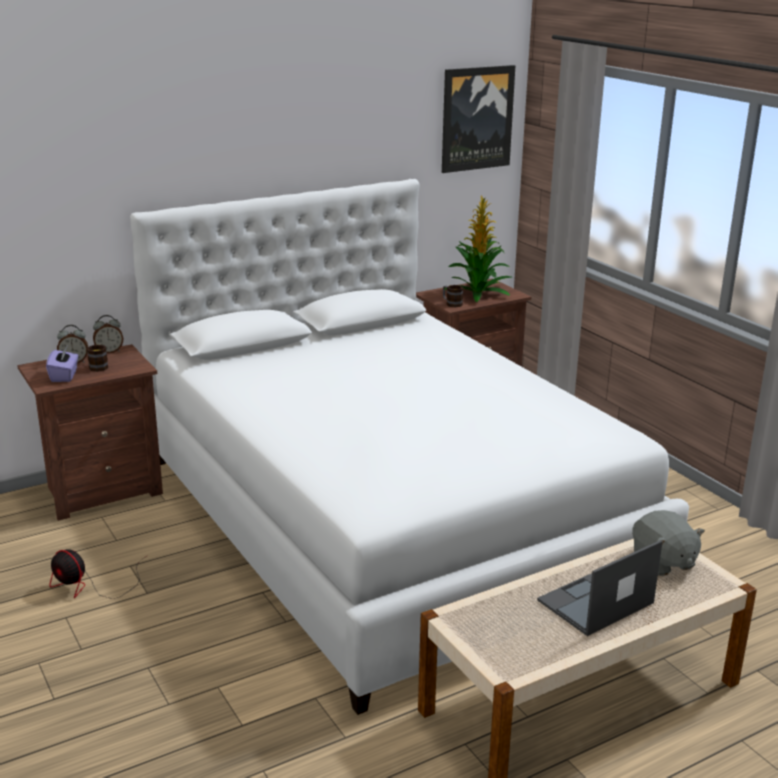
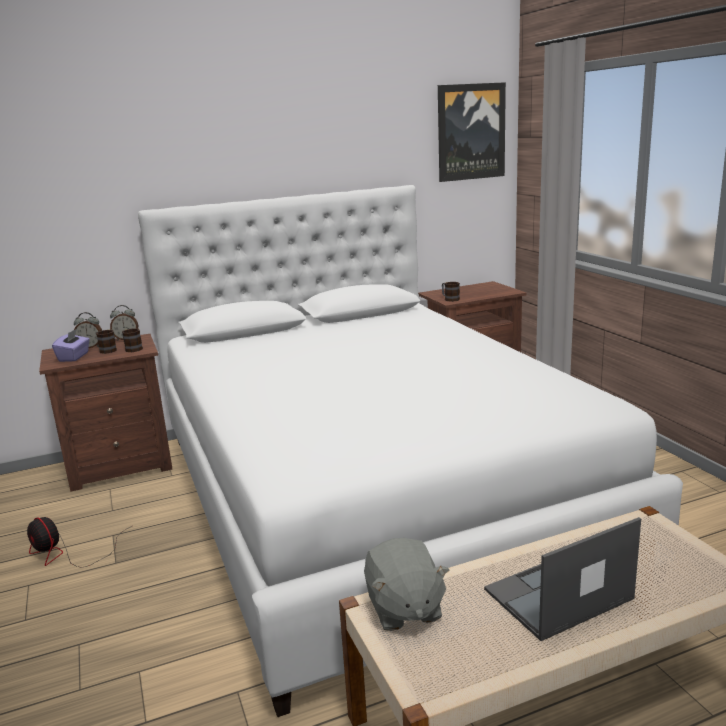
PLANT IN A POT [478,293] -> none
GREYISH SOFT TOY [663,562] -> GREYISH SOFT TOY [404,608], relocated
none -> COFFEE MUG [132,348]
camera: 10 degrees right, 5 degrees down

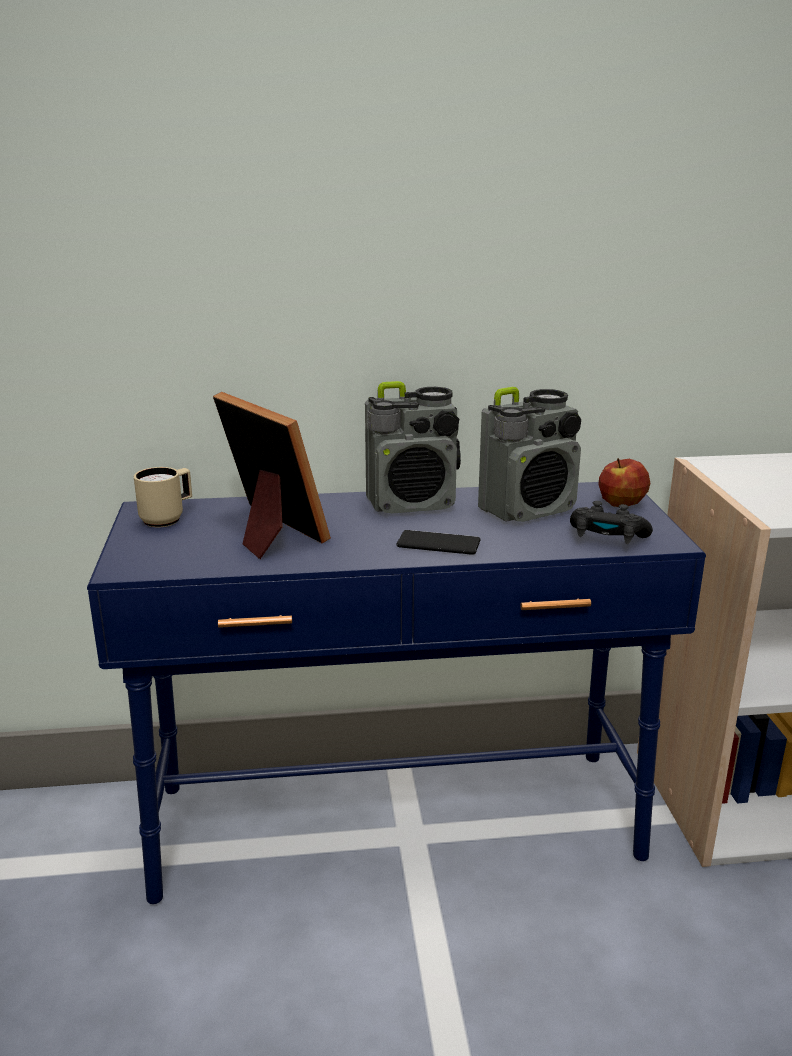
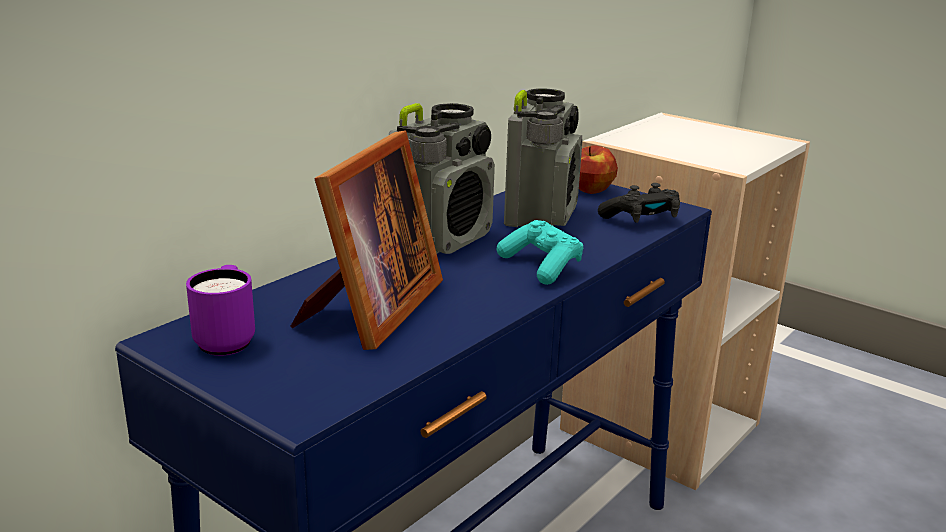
STANDING FRAME [268,531] -> STANDING FRAME [370,311], 105 degrees clockwise
SAND-COLOURED COFFEE MUG [168,519] -> PURPLE COFFEE MUG [227,339]
TELEPHONE [438,544] -> TURQUOISE GAMEPAD [541,266]
camera: 45 degrees left, 0 degrees up

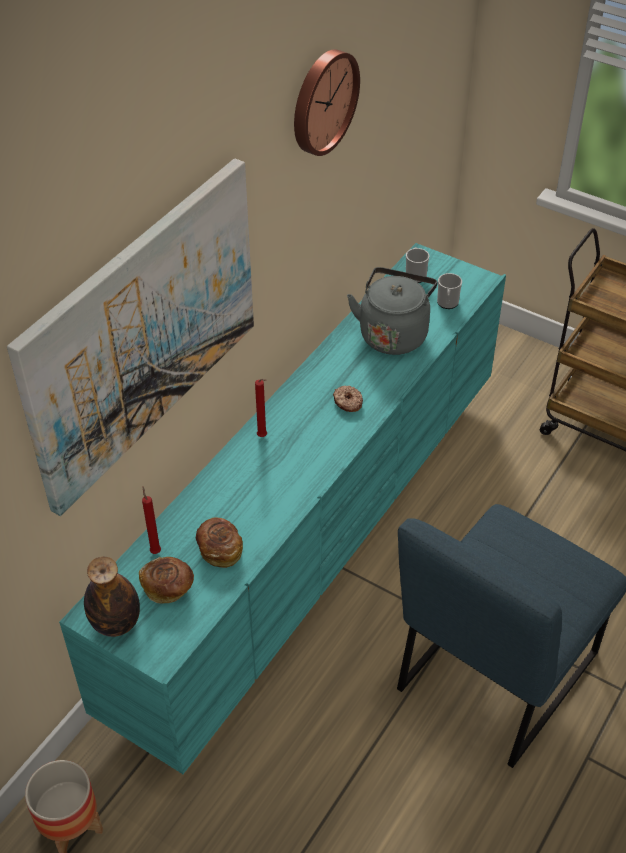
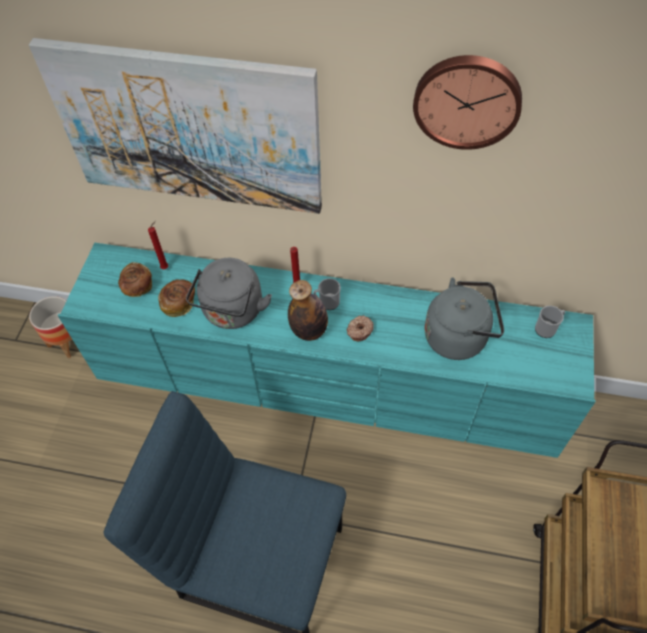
COFFEE MUG [447,304] -> COFFEE MUG [327,302], relocated
DRINK BOTTLE [116,623] -> DRINK BOTTLE [309,330], relocated
none -> GREYISH WATER KETTLE [232,312]
camera: 70 degrees right, 10 degrees up

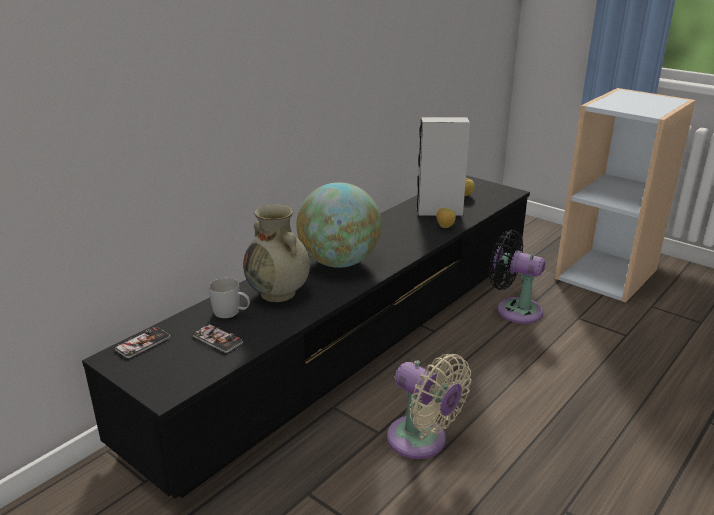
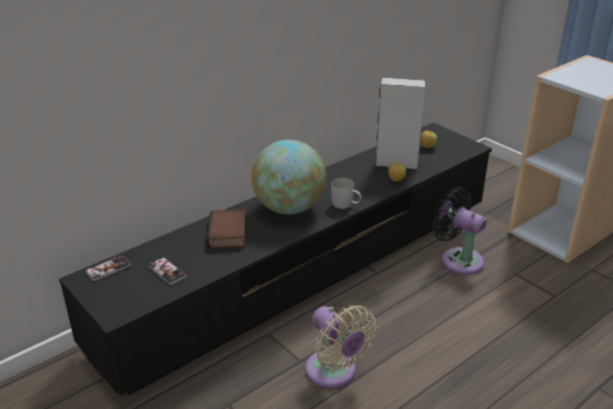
SAND-COLOURED DECORATIVE VASE [279,293] -> VOLUME [228,234]
WHITE-COLOURED COFFEE MUG [231,313] -> WHITE-COLOURED COFFEE MUG [346,205], relocated
camera: 10 degrees right, 5 degrees up

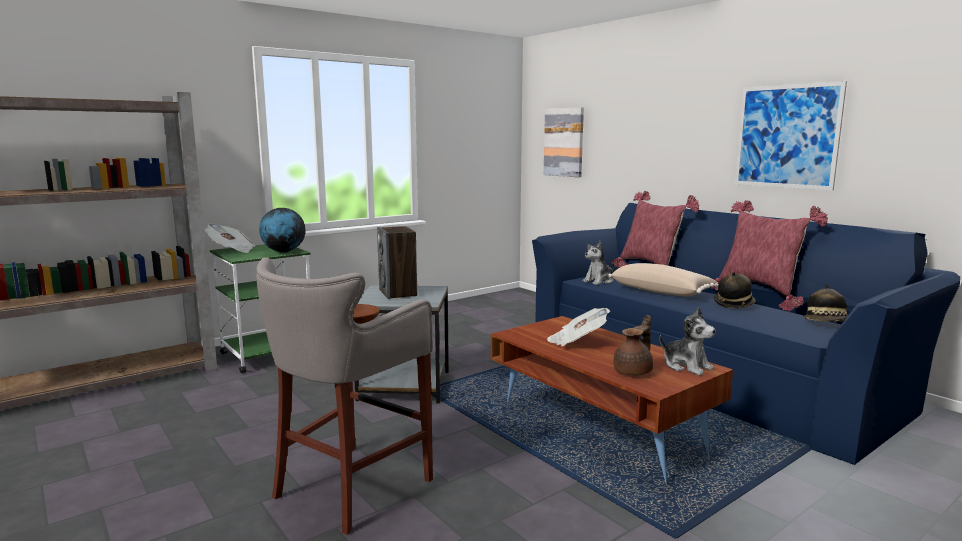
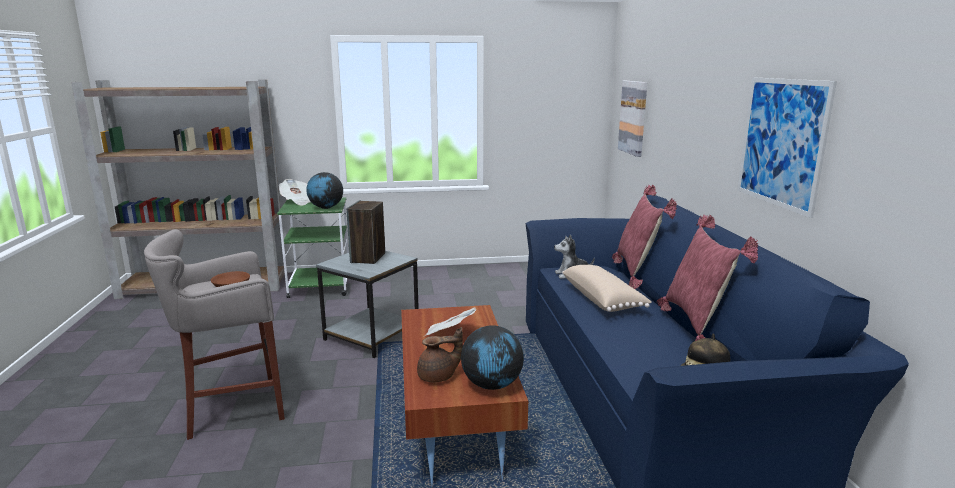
CLOTHING HAT [734,304] -> none
SOFT TOY [686,366] -> DESK GLOBE [492,385]
camera: 30 degrees right, 5 degrees up

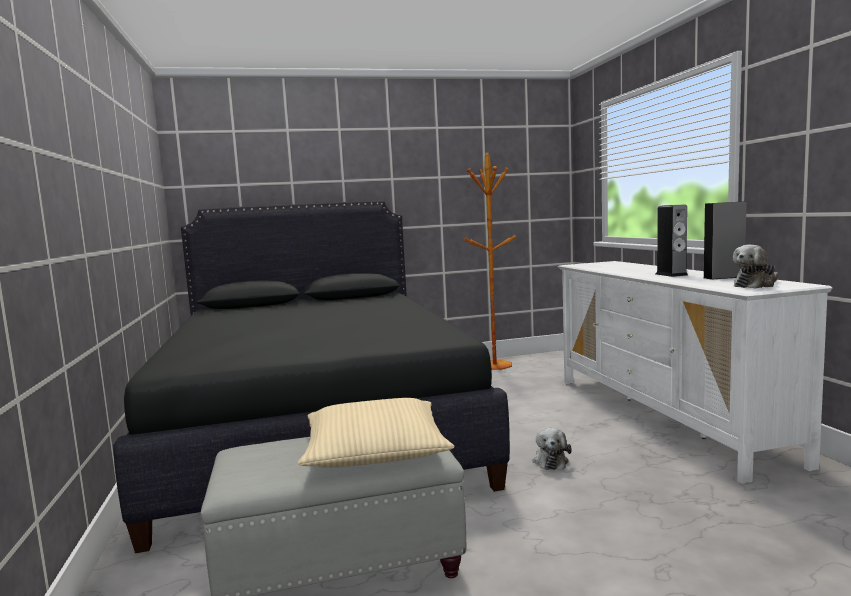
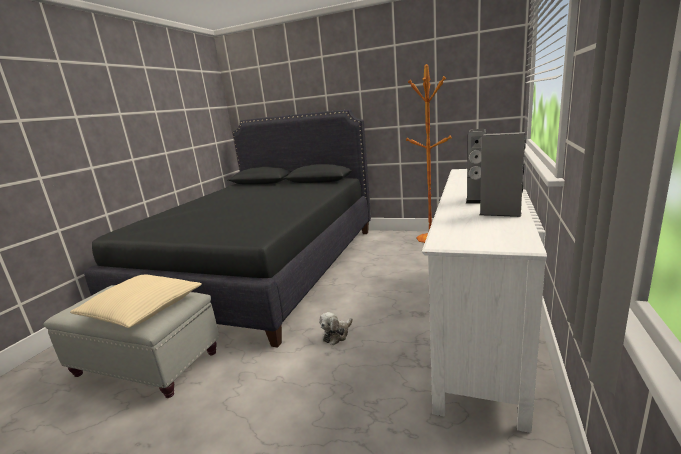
SOFT TOY [755,285] -> none
camera: 35 degrees right, 10 degrees up

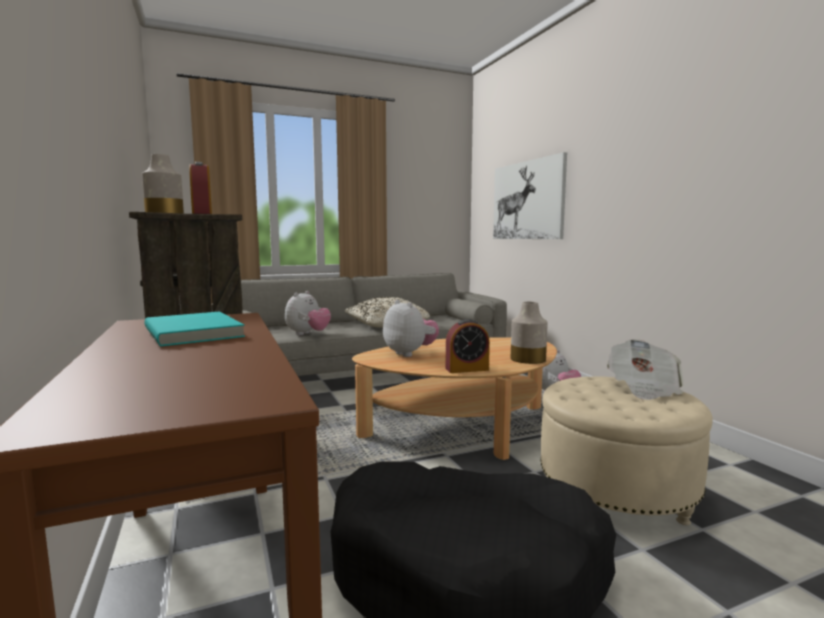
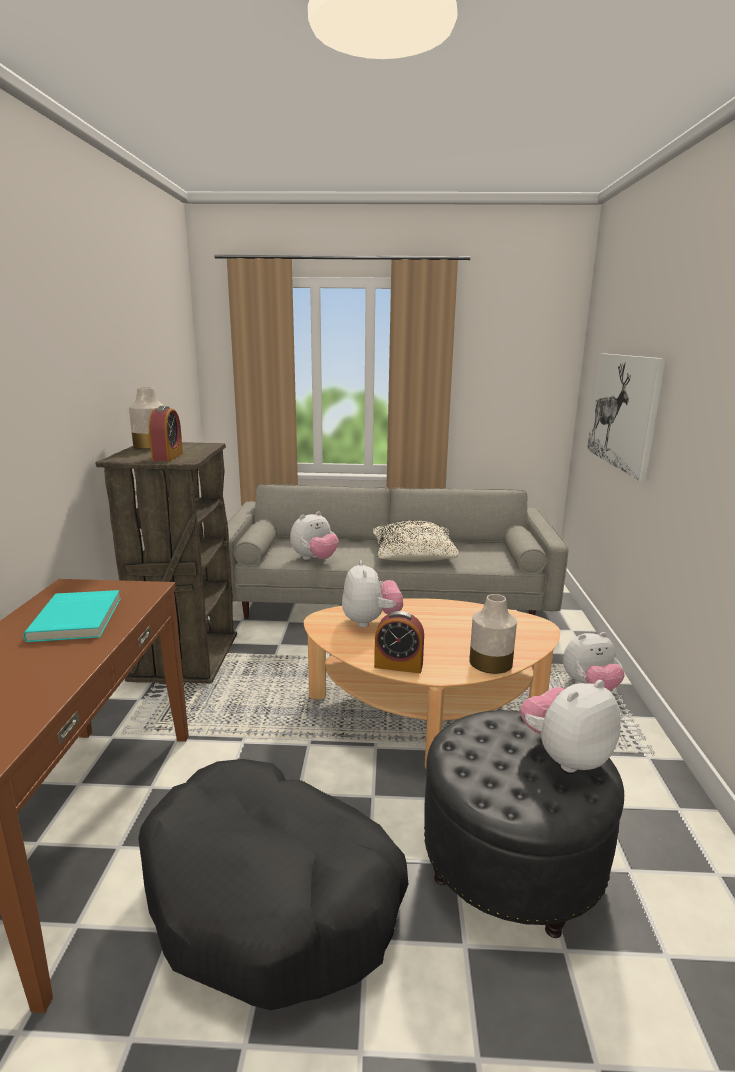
DAILY PAPER [643,388] -> SOFT TOY [565,756]
SAND-COLOURED FOOTREST [616,494] -> BLACK FOOTREST [511,863]
camera: 25 degrees right, 10 degrees up

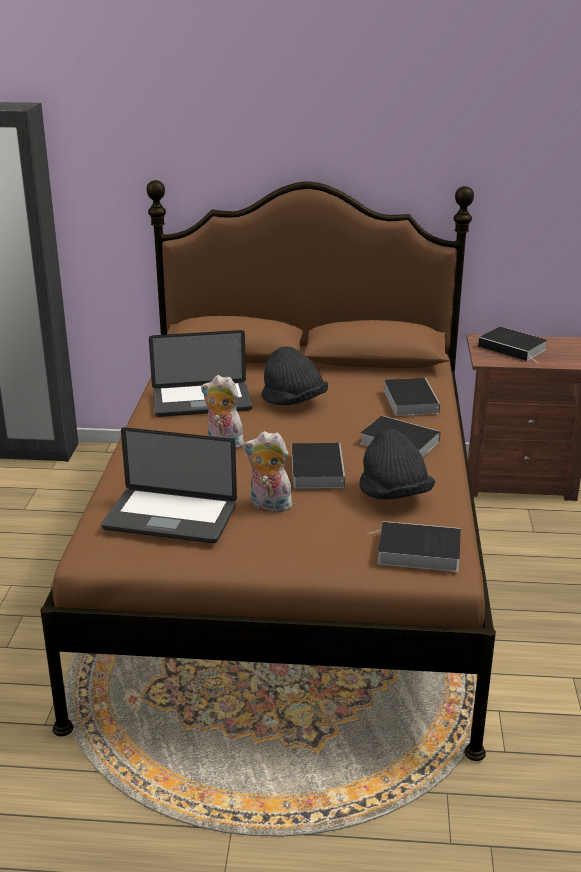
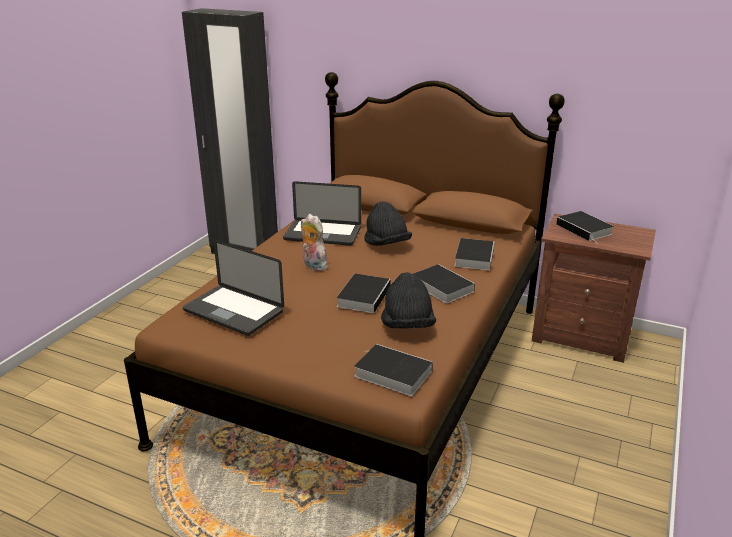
SOFT TOY [268,505] -> none
camera: 20 degrees right, 0 degrees up

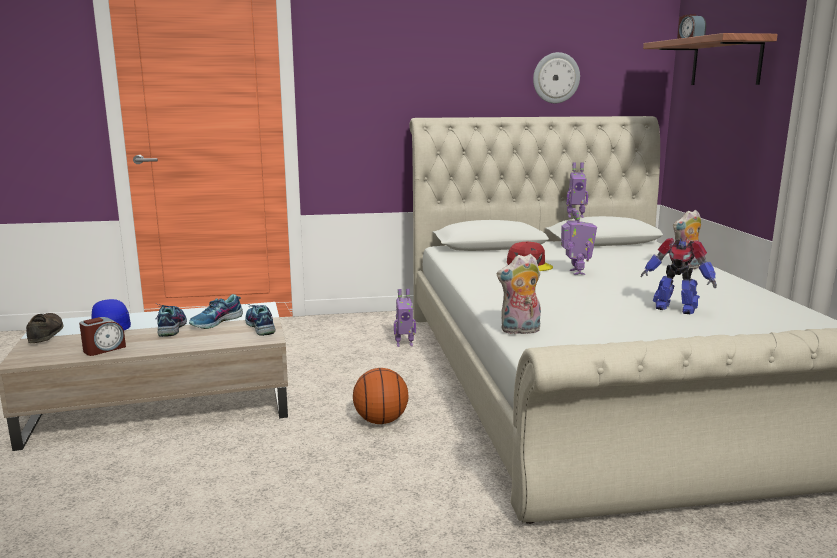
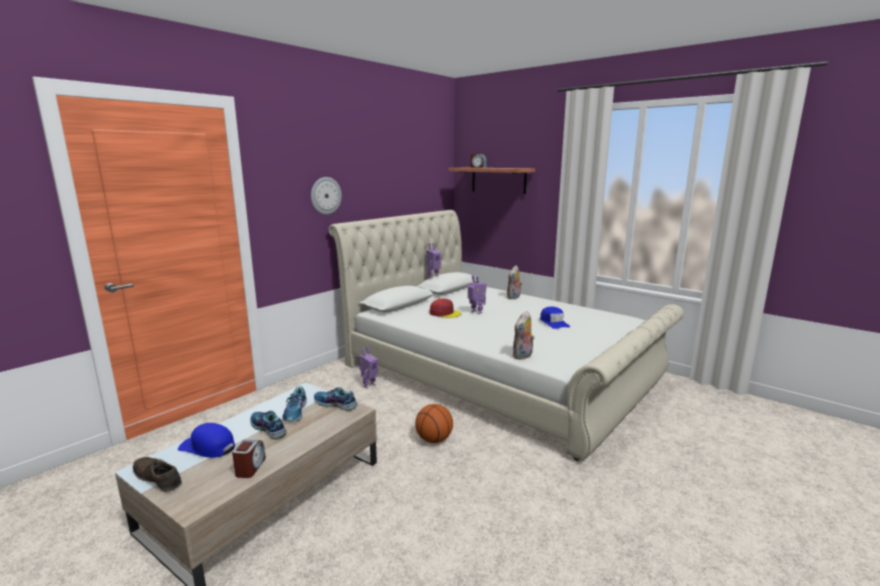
WALL CLOCK [556,78] -> WALL CLOCK [325,195], relocated
ROBOT FIGURE [674,308] -> BLUE-COLOURED PEAKED CAP [554,322]
camera: 40 degrees left, 0 degrees up

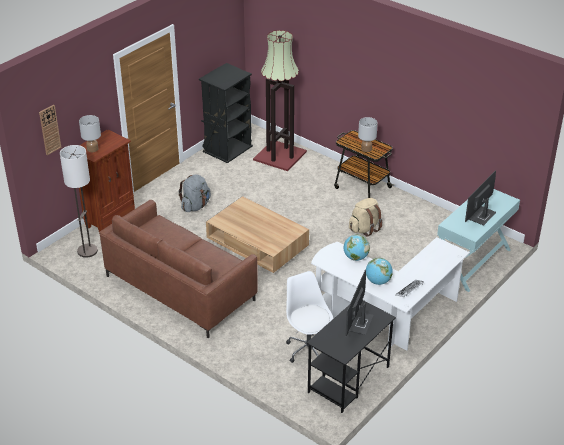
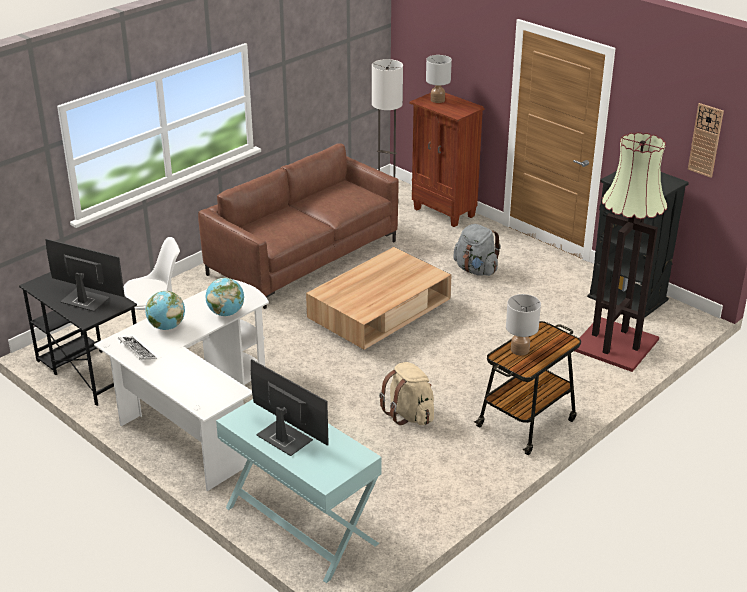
WALL CLOCK [49,129] -> WALL CLOCK [705,140], relocated
camera: 95 degrees right, 5 degrees down

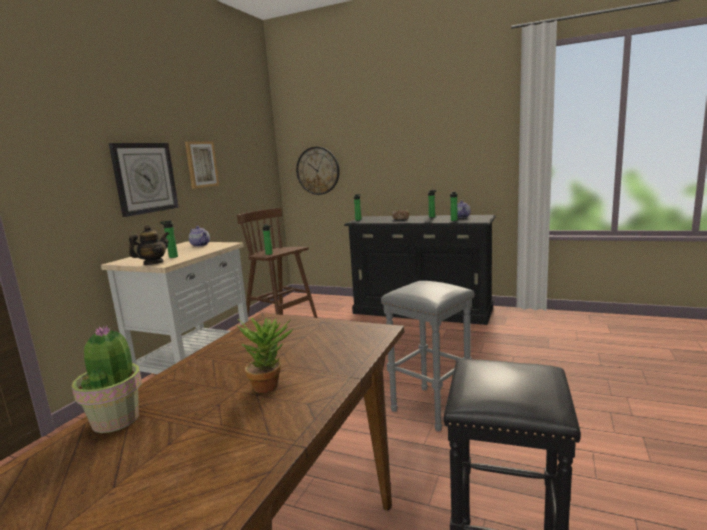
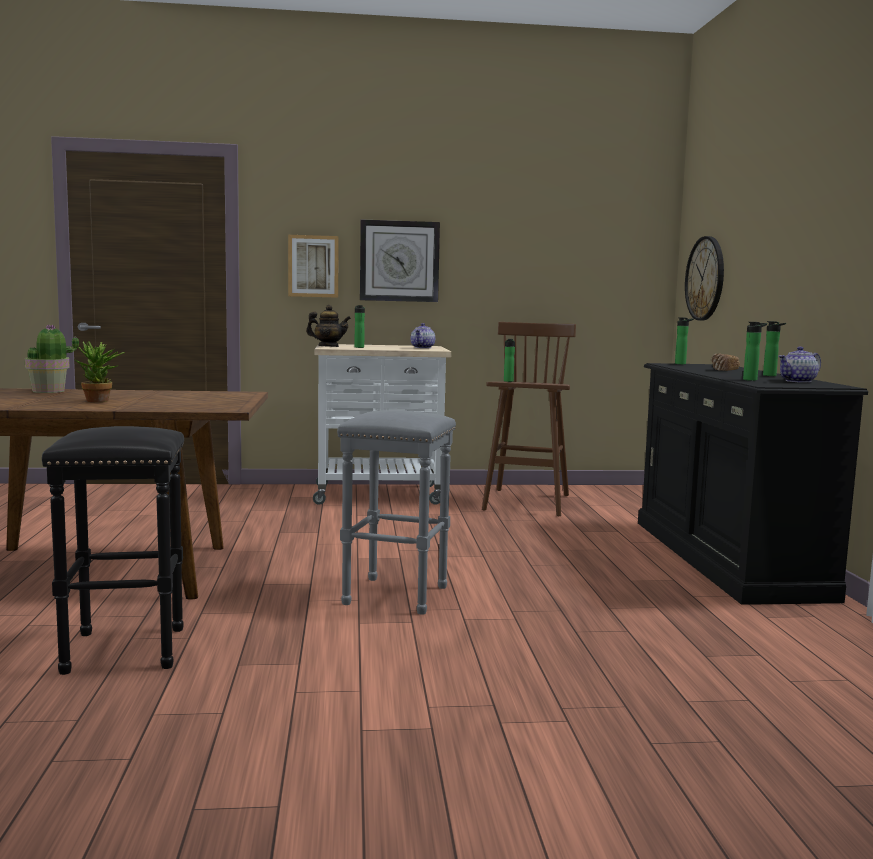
PICTURE [201,164] -> PICTURE [313,266], relocated
camera: 60 degrees right, 5 degrees down

